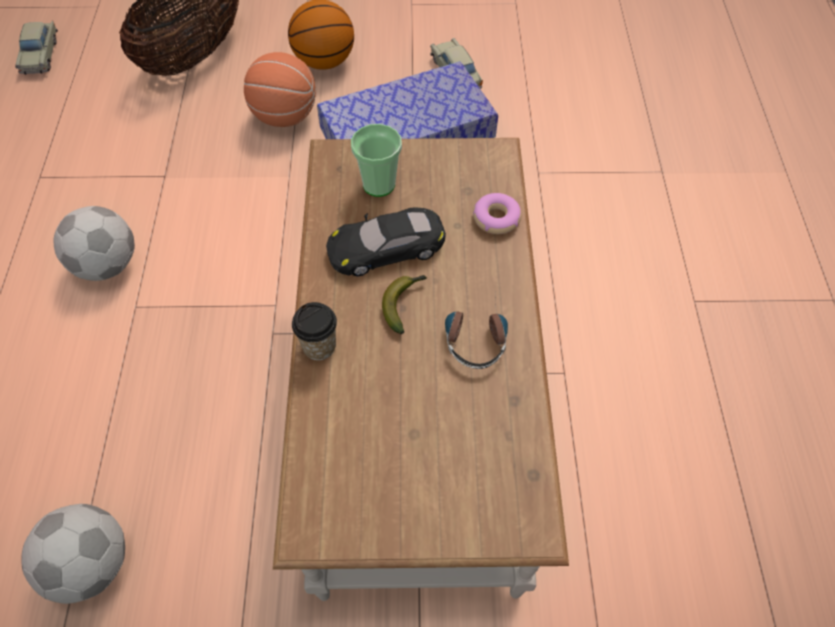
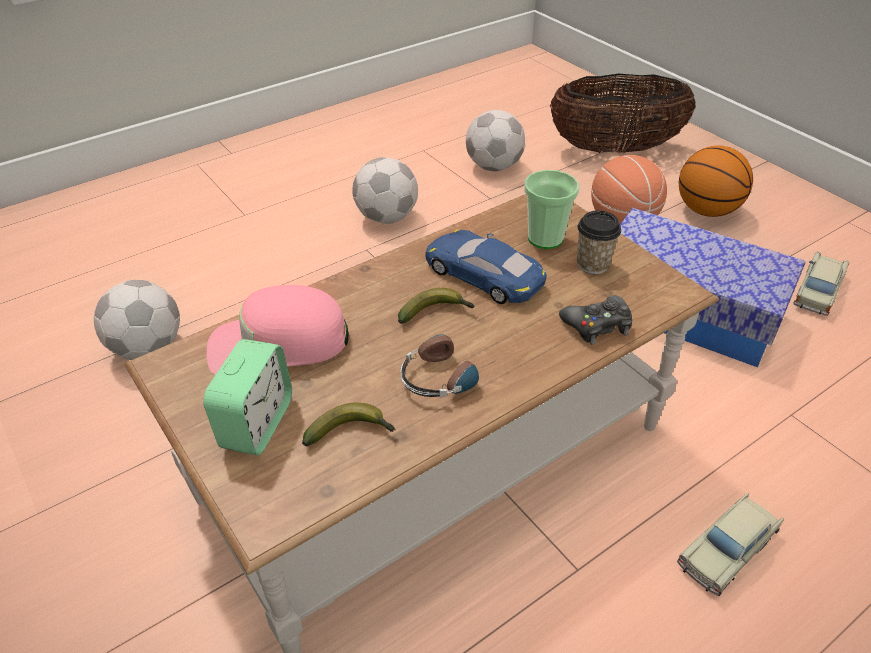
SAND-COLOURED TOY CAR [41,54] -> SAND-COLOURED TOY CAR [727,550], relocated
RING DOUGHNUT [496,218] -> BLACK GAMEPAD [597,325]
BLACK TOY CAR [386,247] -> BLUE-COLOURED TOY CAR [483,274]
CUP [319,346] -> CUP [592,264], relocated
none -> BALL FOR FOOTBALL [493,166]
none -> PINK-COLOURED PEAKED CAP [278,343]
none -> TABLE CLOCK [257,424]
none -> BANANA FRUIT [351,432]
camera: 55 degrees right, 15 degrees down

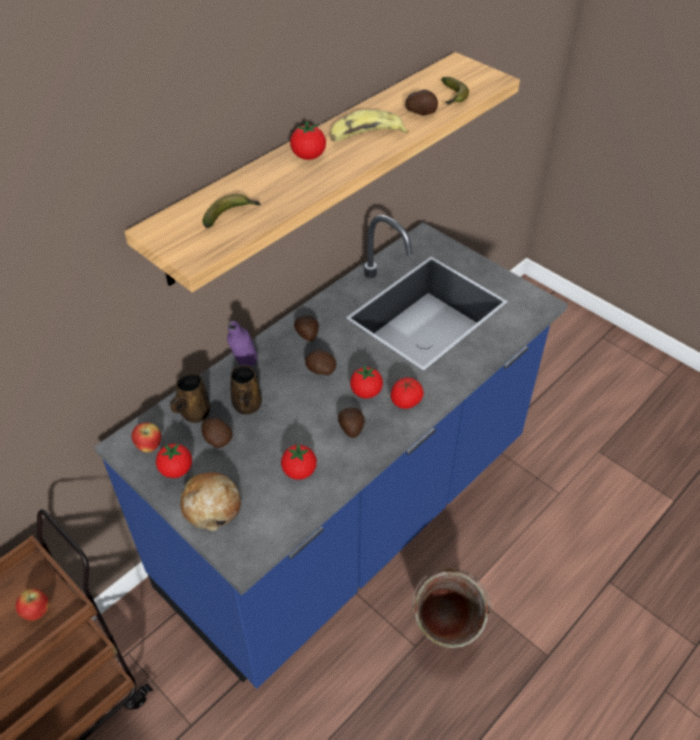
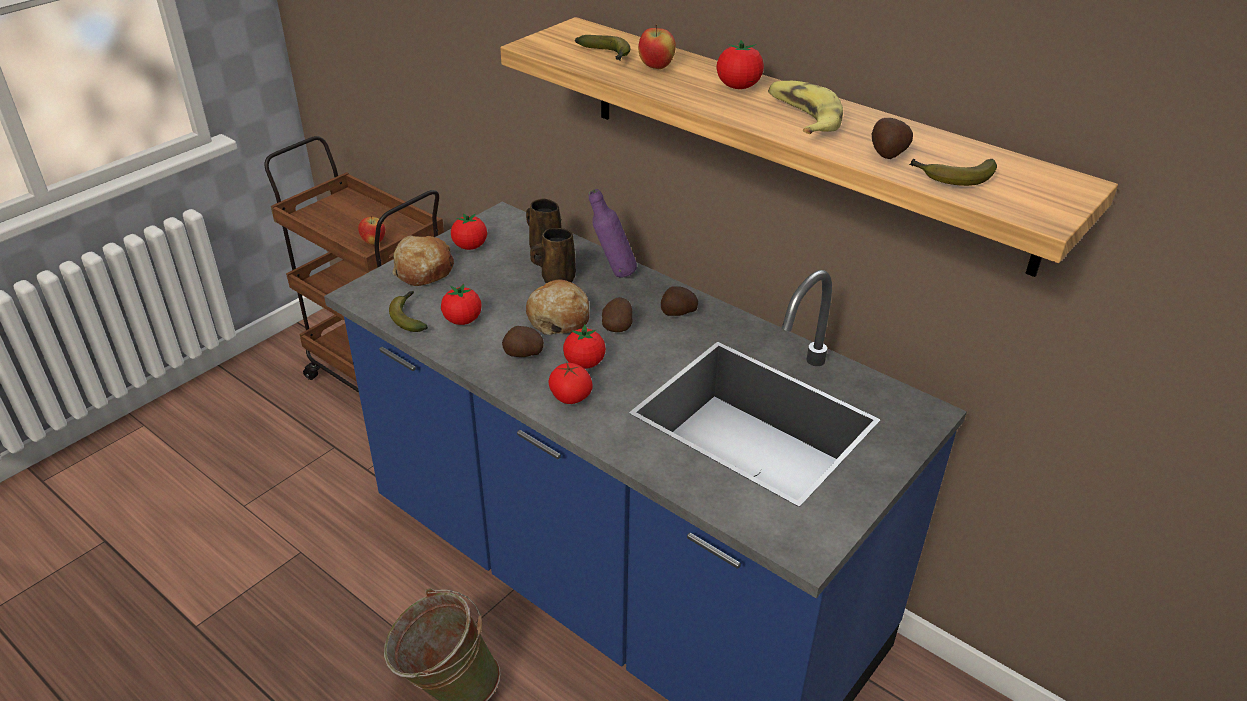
SPUD [217,439] -> none
APPLE FRUIT [149,446] -> APPLE FRUIT [656,67], relocated
none -> BREAD [558,318]
none -> BANANA FRUIT [409,316]
camera: 85 degrees right, 10 degrees down

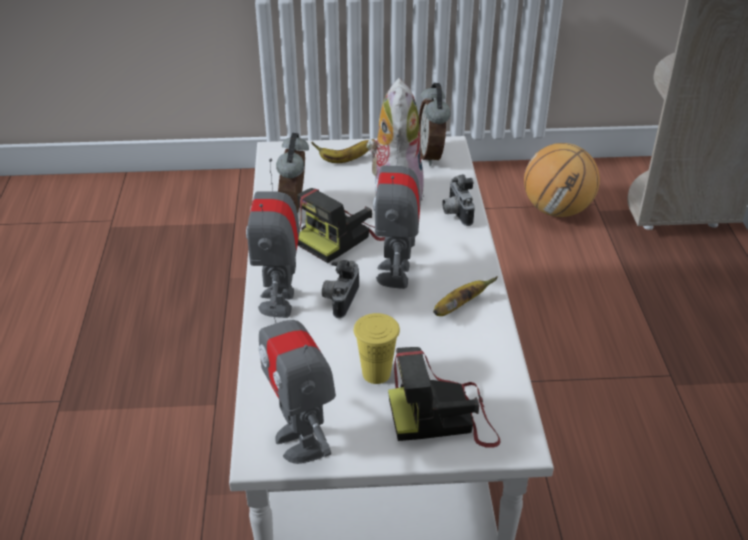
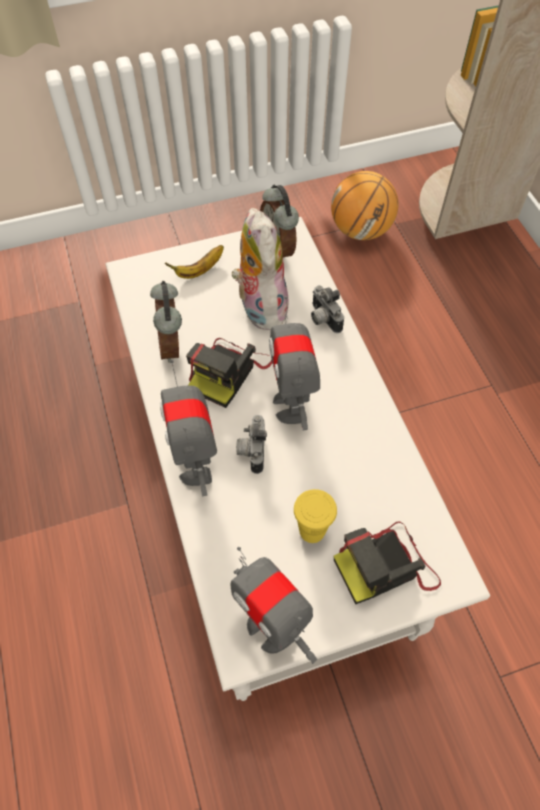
BANANA FRUIT [458,307] -> none
camera: 15 degrees left, 20 degrees up

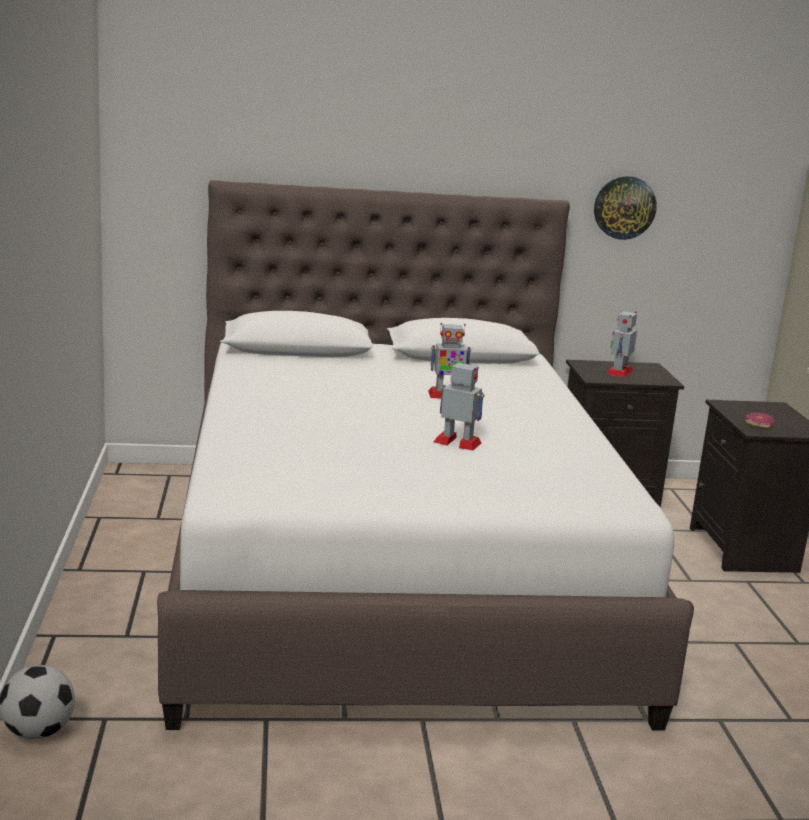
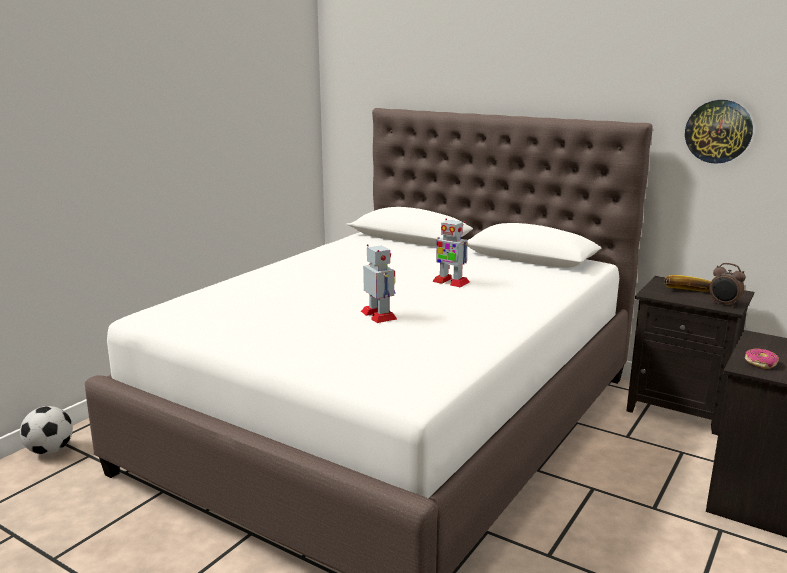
ROBOT FIGURE [619,372] -> BANANA FRUIT [690,292]
none -> TABLE CLOCK [724,304]
camera: 40 degrees right, 0 degrees up

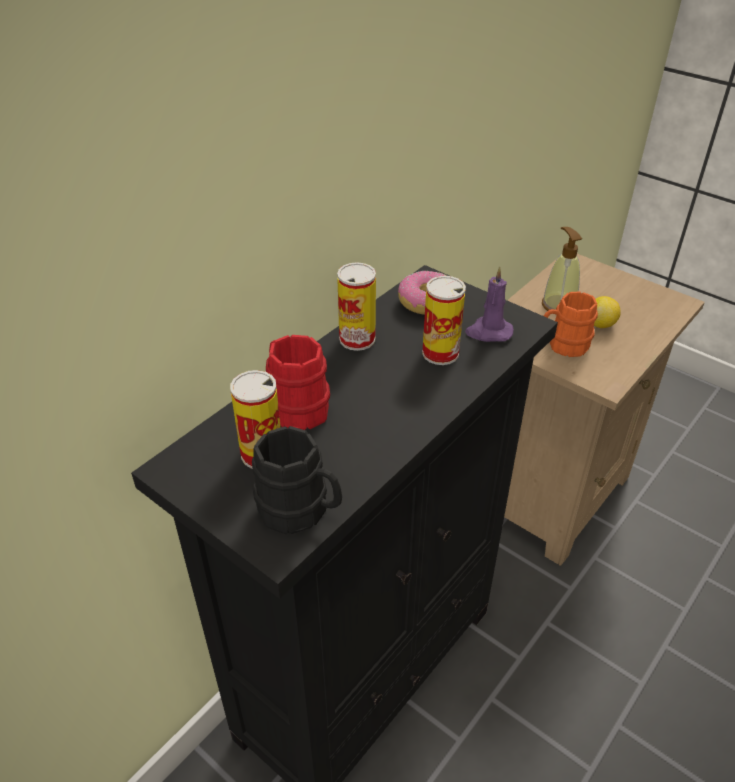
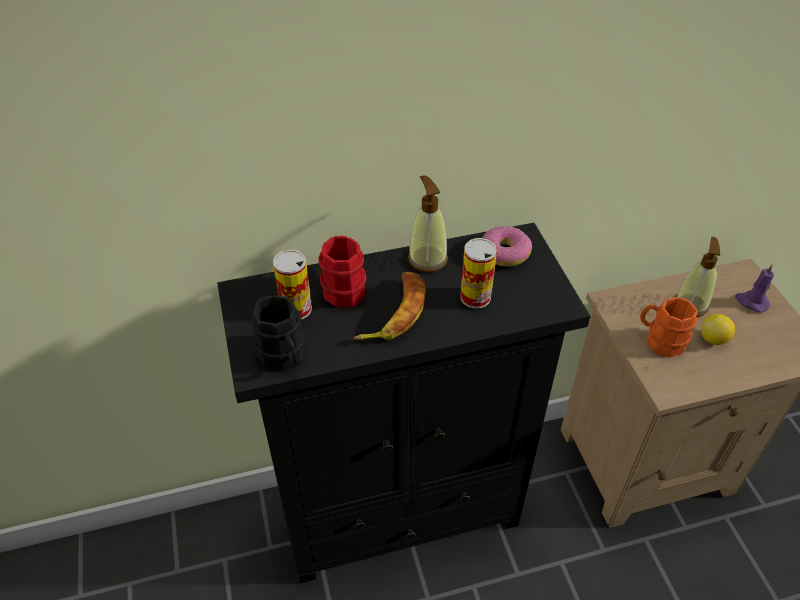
SEALED CAN [357,339] -> SOAP BOTTLE [427,259]
PURPLE CANDLE [488,332] -> PURPLE CANDLE [751,302], relocated
none -> BANANA FRUIT [394,312]
camera: 35 degrees right, 5 degrees up

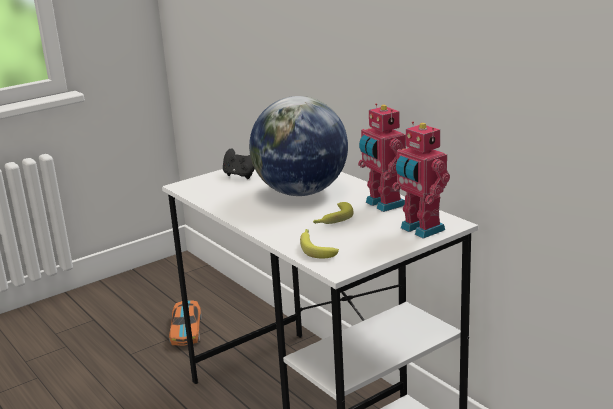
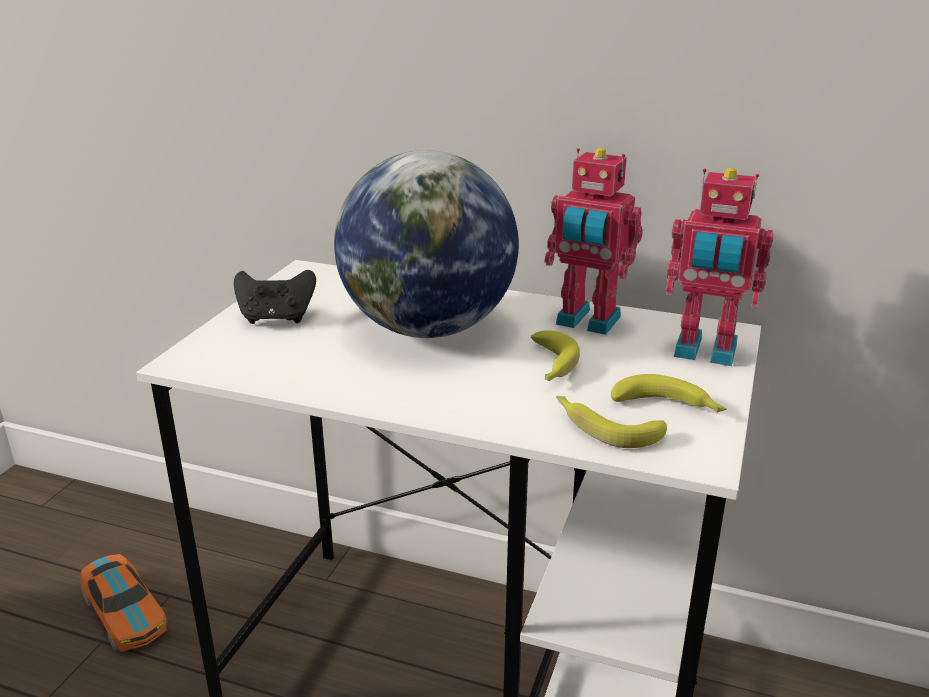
none -> BANANA FRUIT [668,407]
camera: 35 degrees left, 5 degrees up

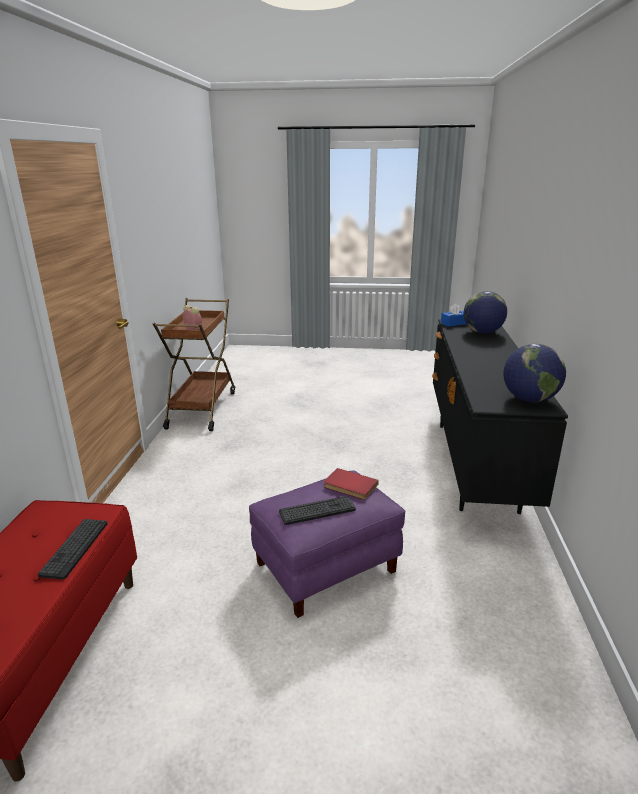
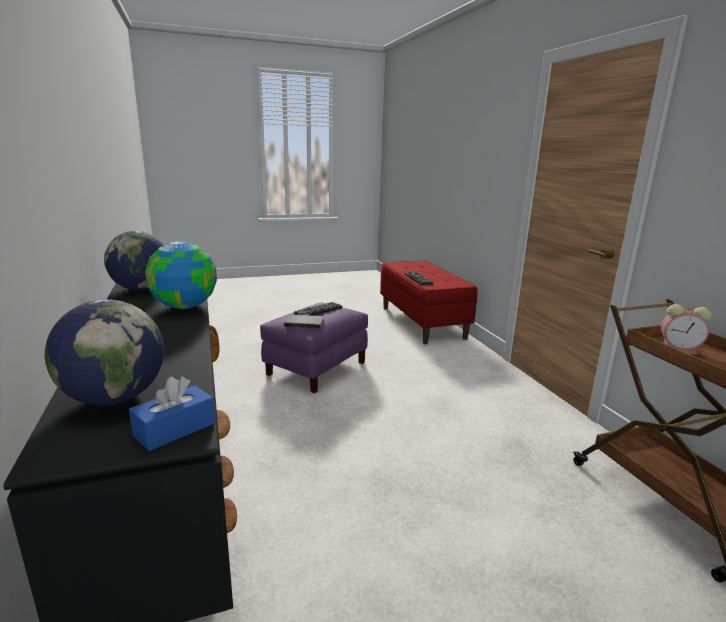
RED-COLOURED VOLUME [349,486] -> GREYISH VOLUME [305,323]
none -> DESK GLOBE [185,306]
camera: 155 degrees right, 5 degrees down

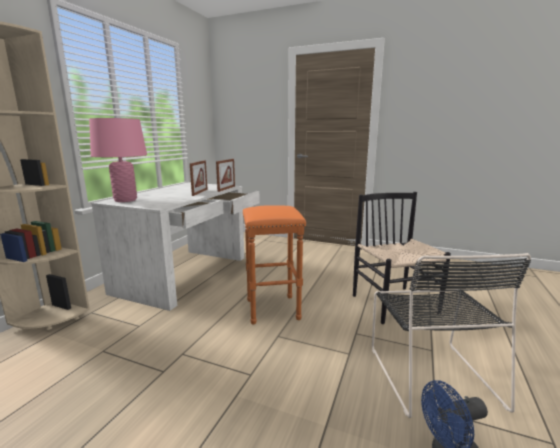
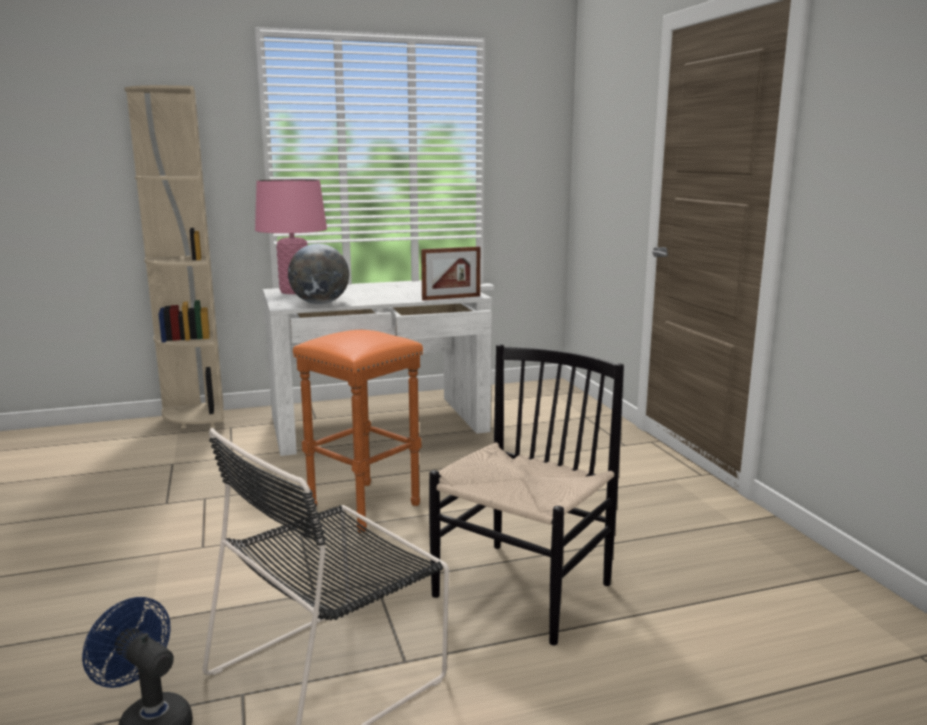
STANDING FRAME [200,192] -> none
none -> DESK GLOBE [320,303]
camera: 50 degrees right, 0 degrees up

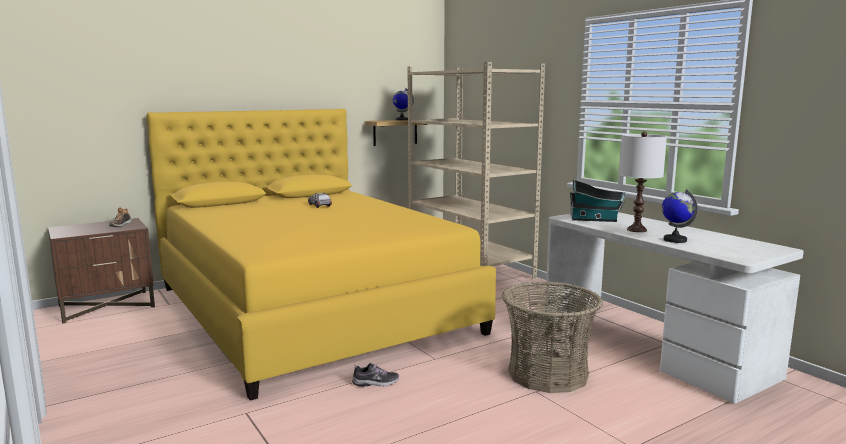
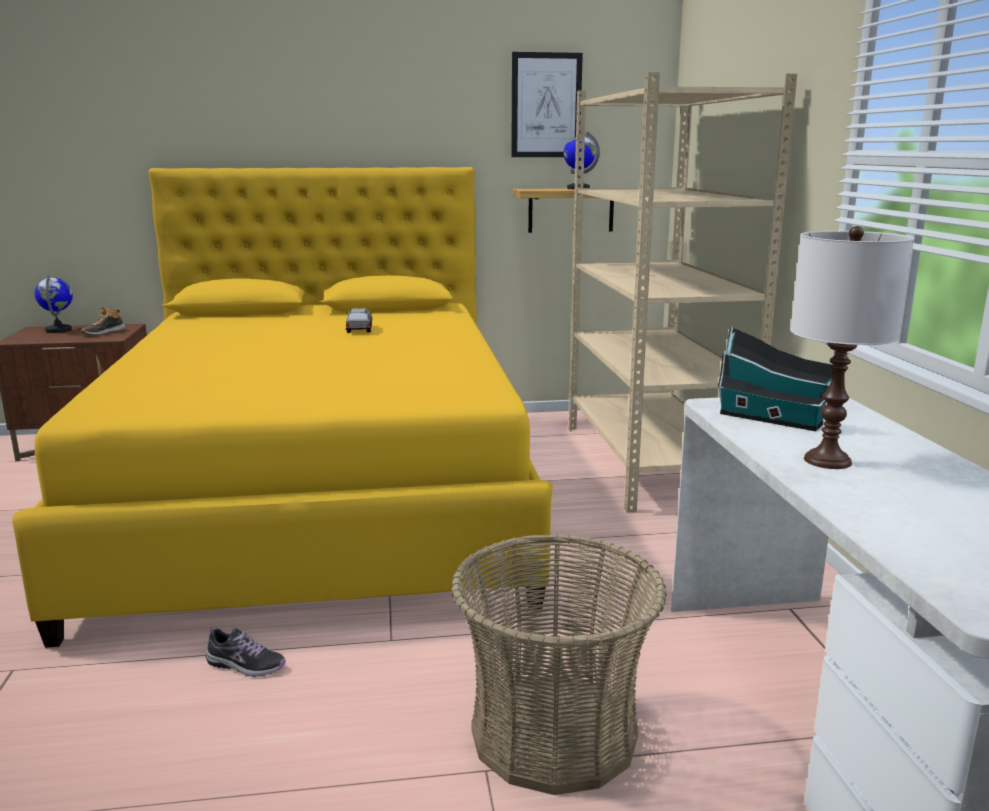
DESK GLOBE [675,240] -> DESK GLOBE [59,330], relocated
none -> PICTURE [546,105]
camera: 25 degrees right, 5 degrees up

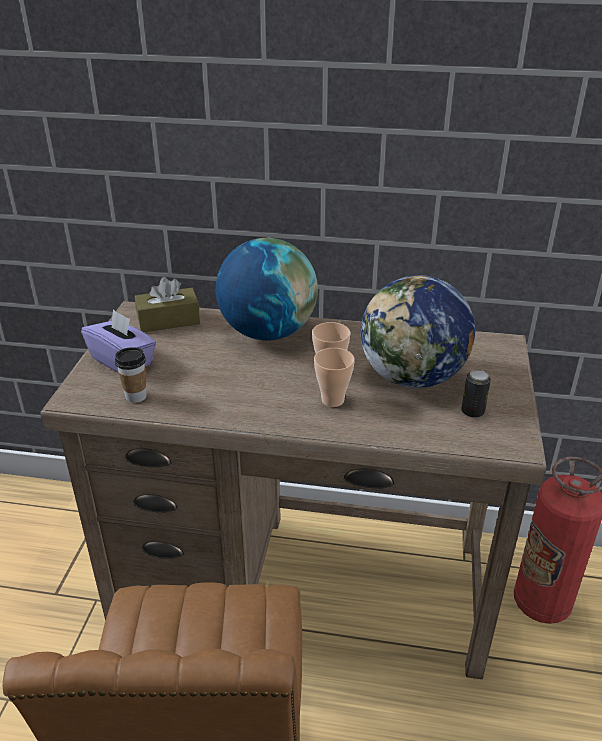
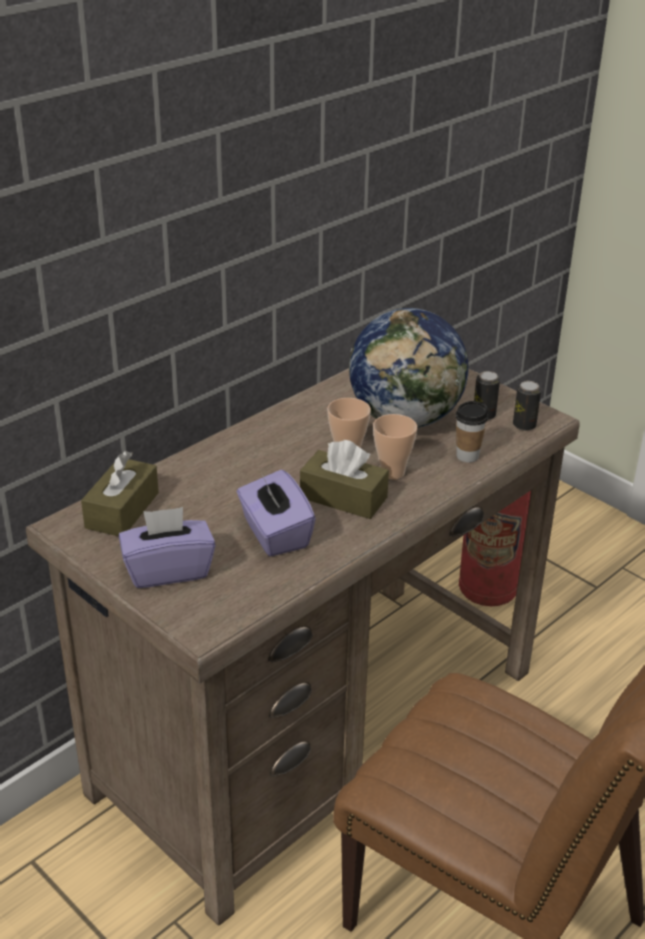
DESK GLOBE [268,332] -> none
CUP [136,396] -> CUP [467,456], relocated
none -> SEALED CAN [524,425]
none -> BROWNISH TISSUE BOX [343,497]
none -> PURPLE TISSUE BOX [274,534]
camera: 55 degrees left, 0 degrees up

